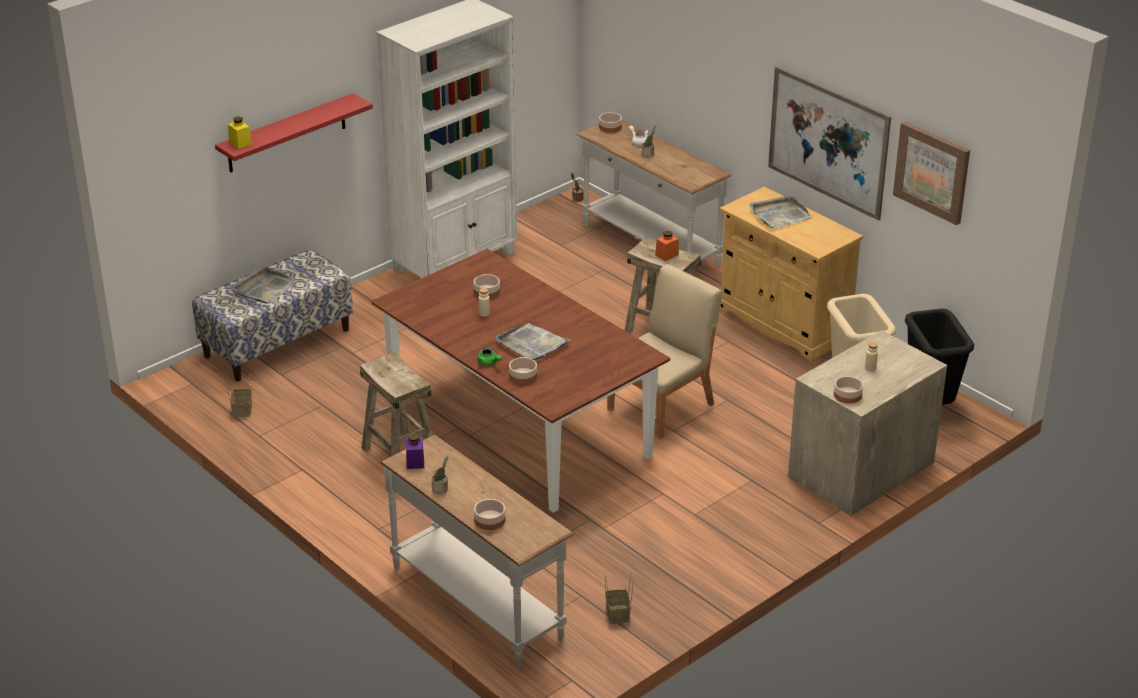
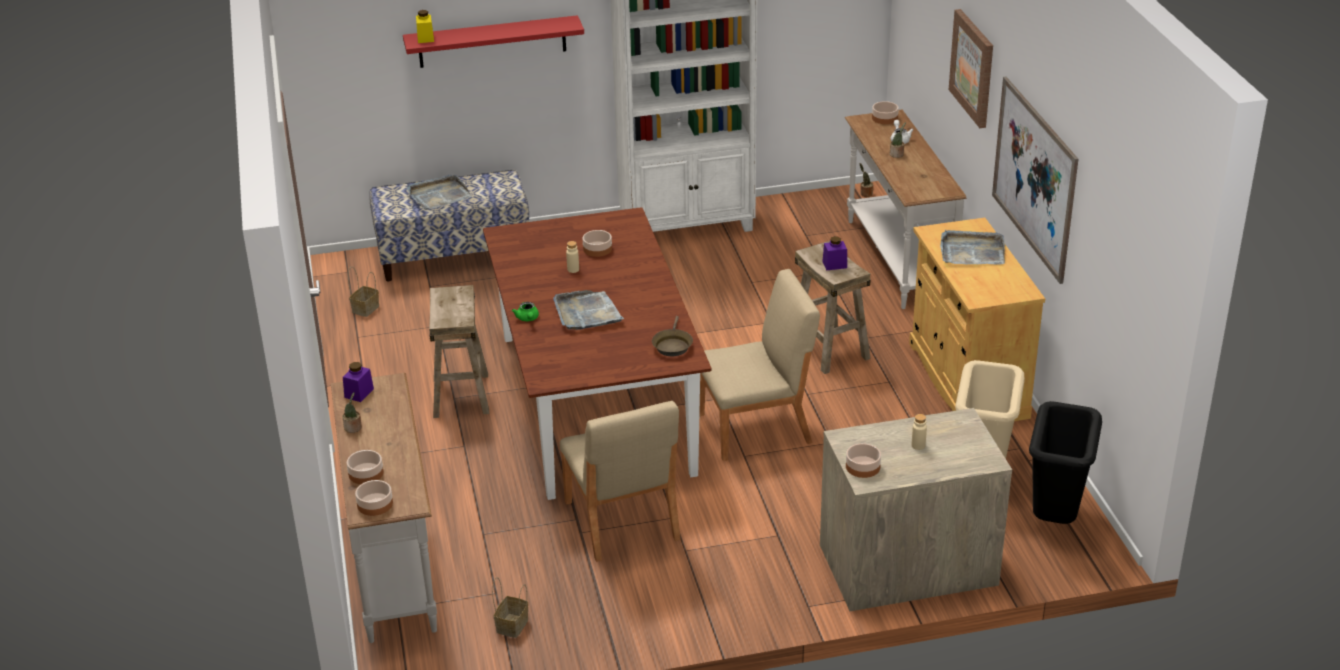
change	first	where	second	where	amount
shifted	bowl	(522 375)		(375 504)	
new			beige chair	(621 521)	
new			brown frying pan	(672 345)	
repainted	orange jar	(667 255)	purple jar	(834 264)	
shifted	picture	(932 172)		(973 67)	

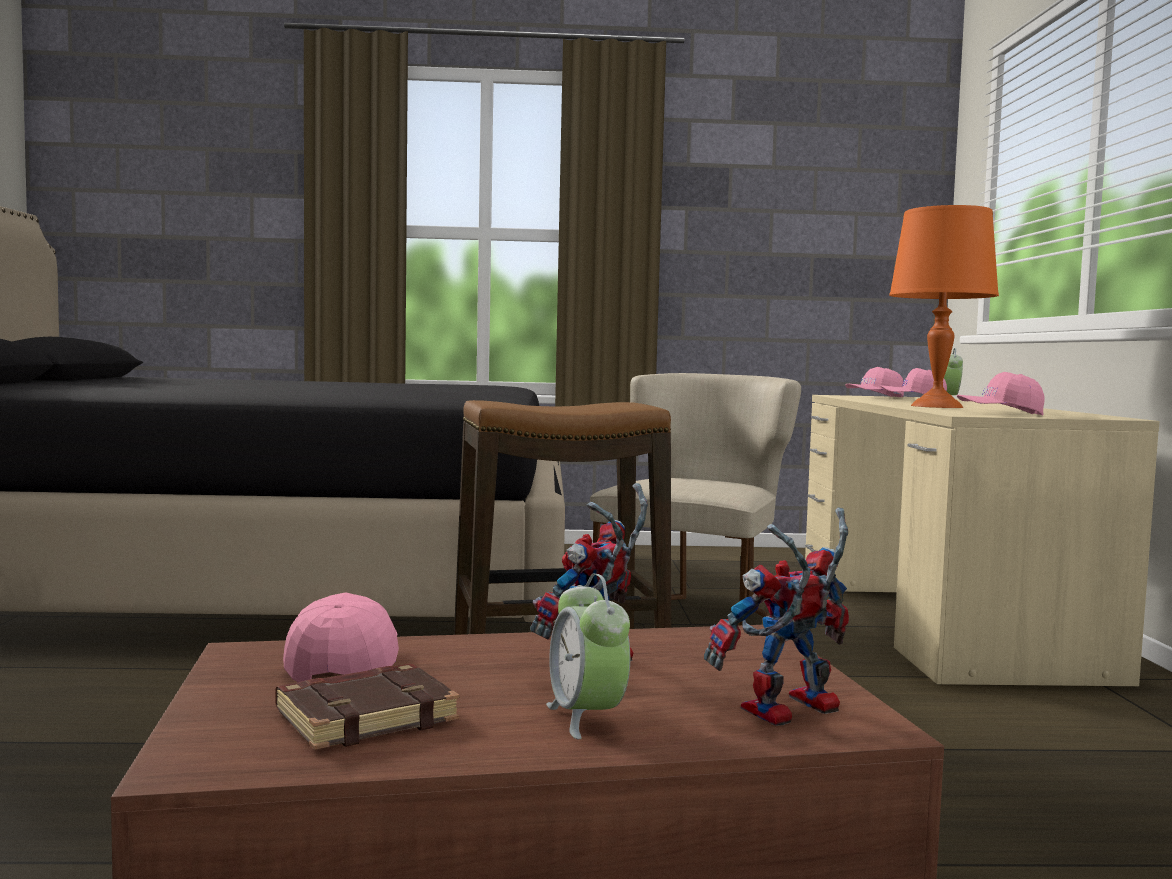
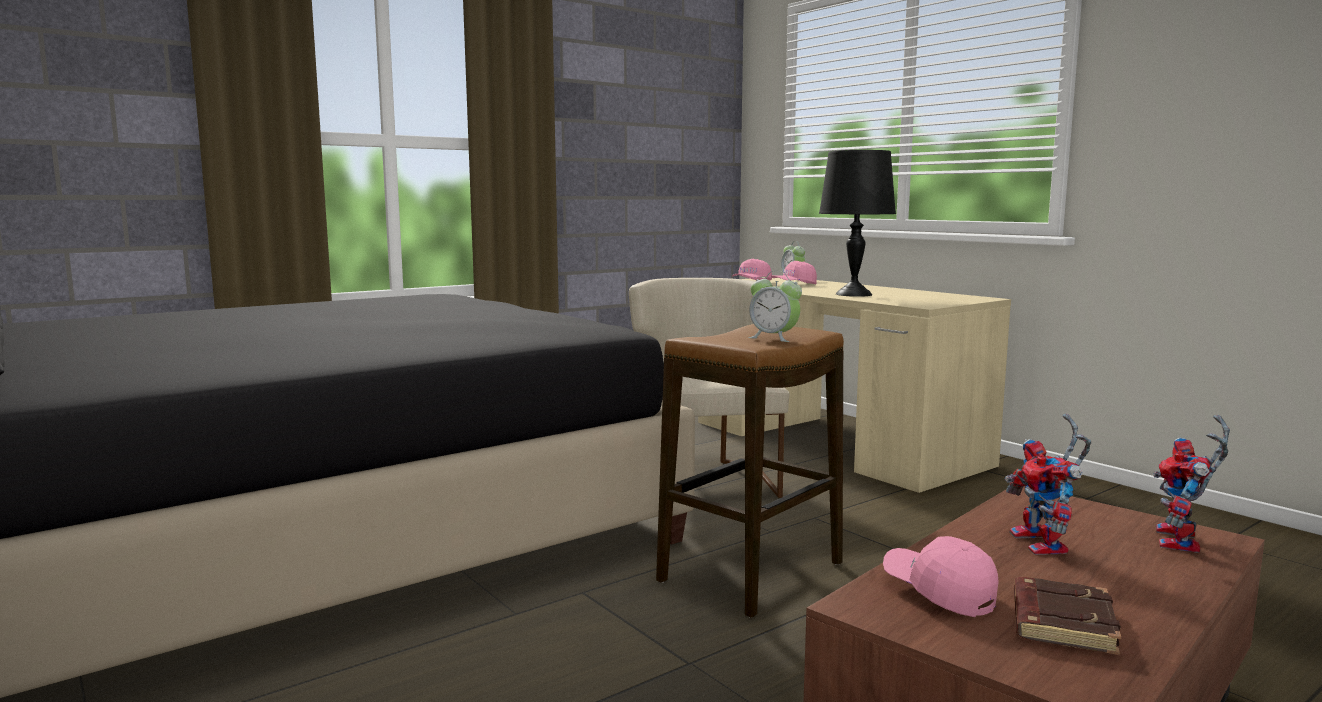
change	first	where	second	where	amount
shifted	alarm clock	(586 717)		(774 338)	
repainted	orange table lamp	(936 406)	black table lamp	(853 294)	
gone	pink cap	(1000 414)			

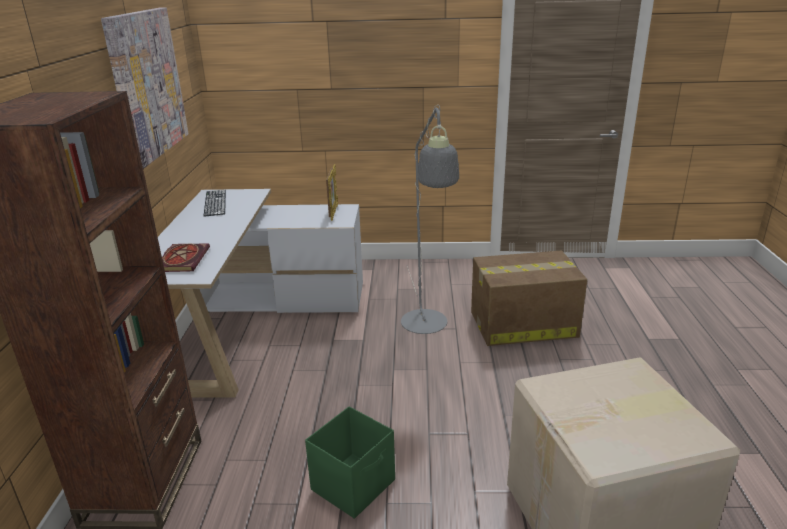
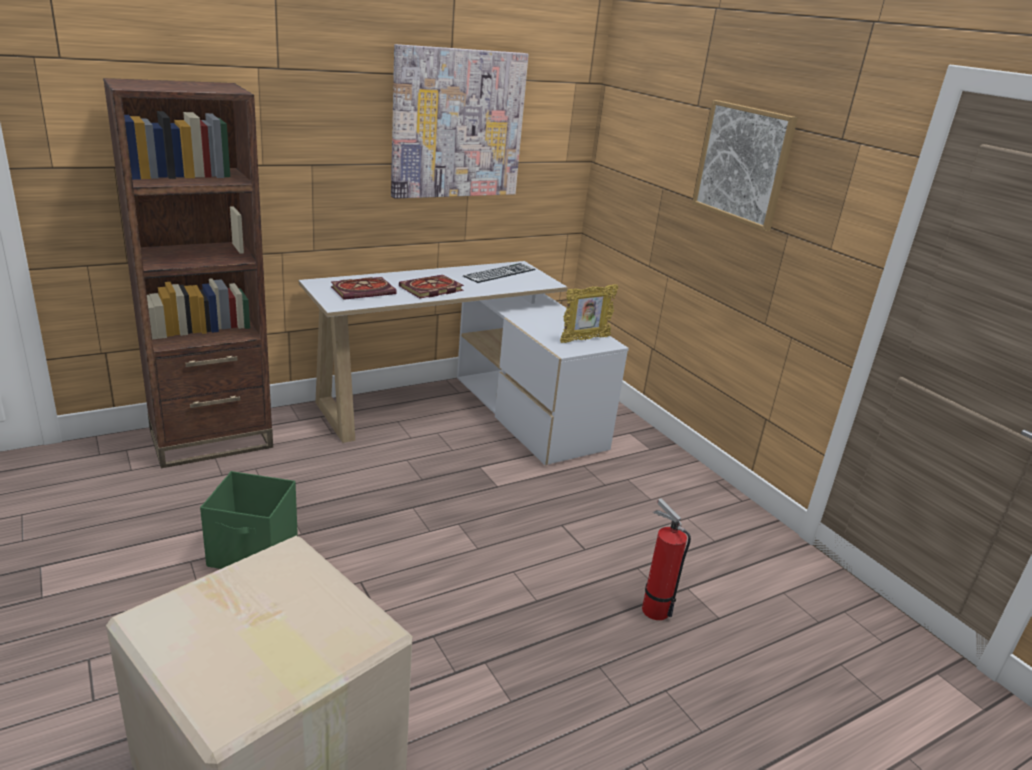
change	first	where	second	where	amount
new			book	(430 289)	
swapped	cardboard box	(521 324)	fire extinguisher	(652 608)	
new			picture	(743 164)	
gone	grey floor lamp	(426 328)			

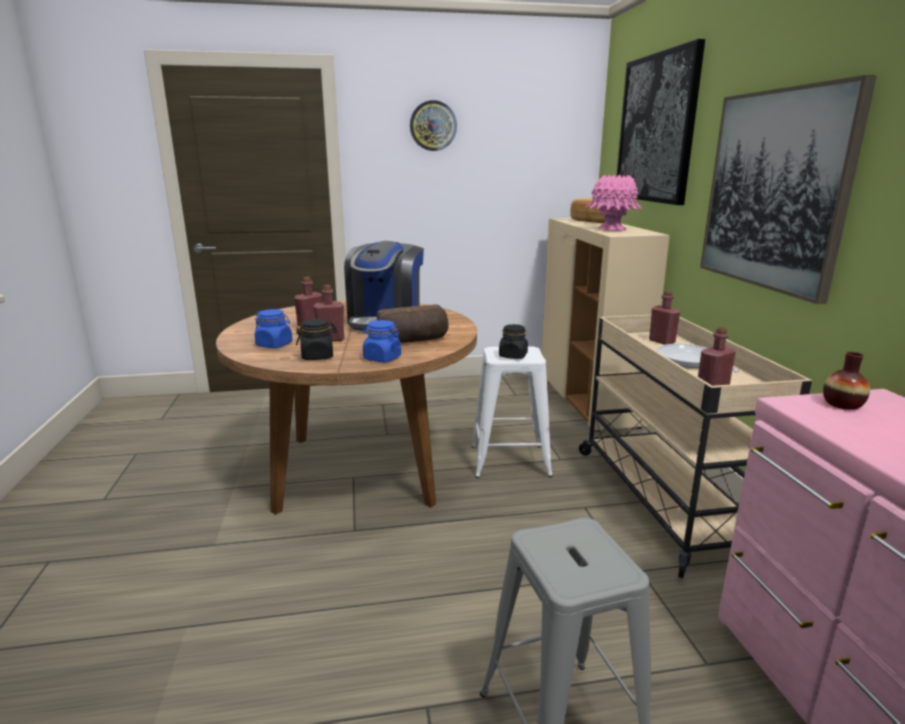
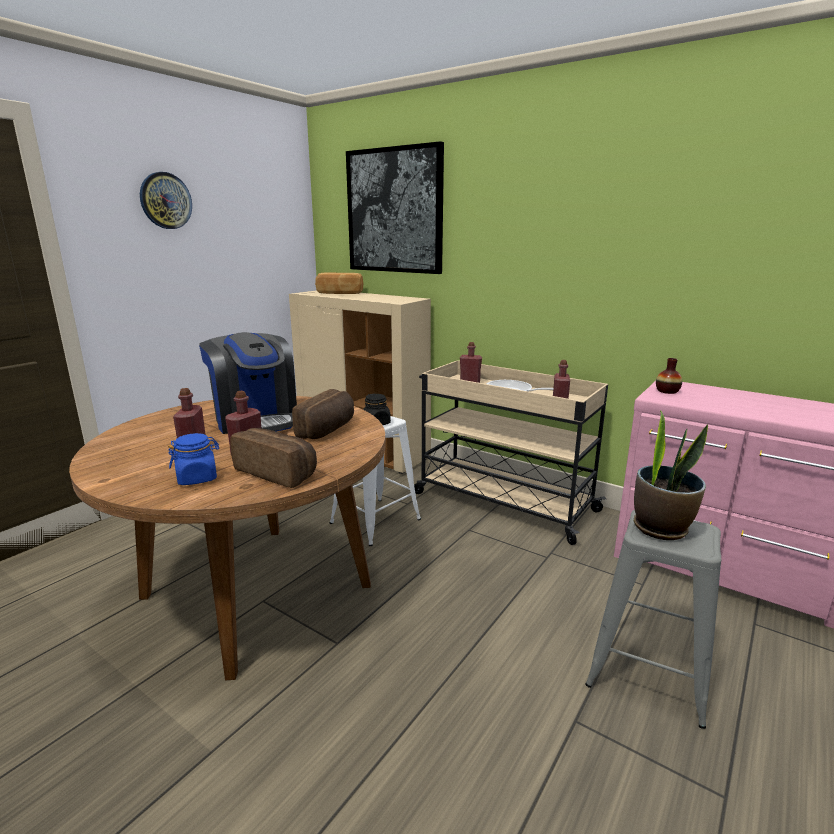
change	first	where	second	where	amount
swapped	black jar	(318 356)	bread	(278 472)	
new			potted plant	(661 528)	
gone	blue jar	(382 358)			
gone	pink vase	(611 229)			
gone	picture	(775 190)			

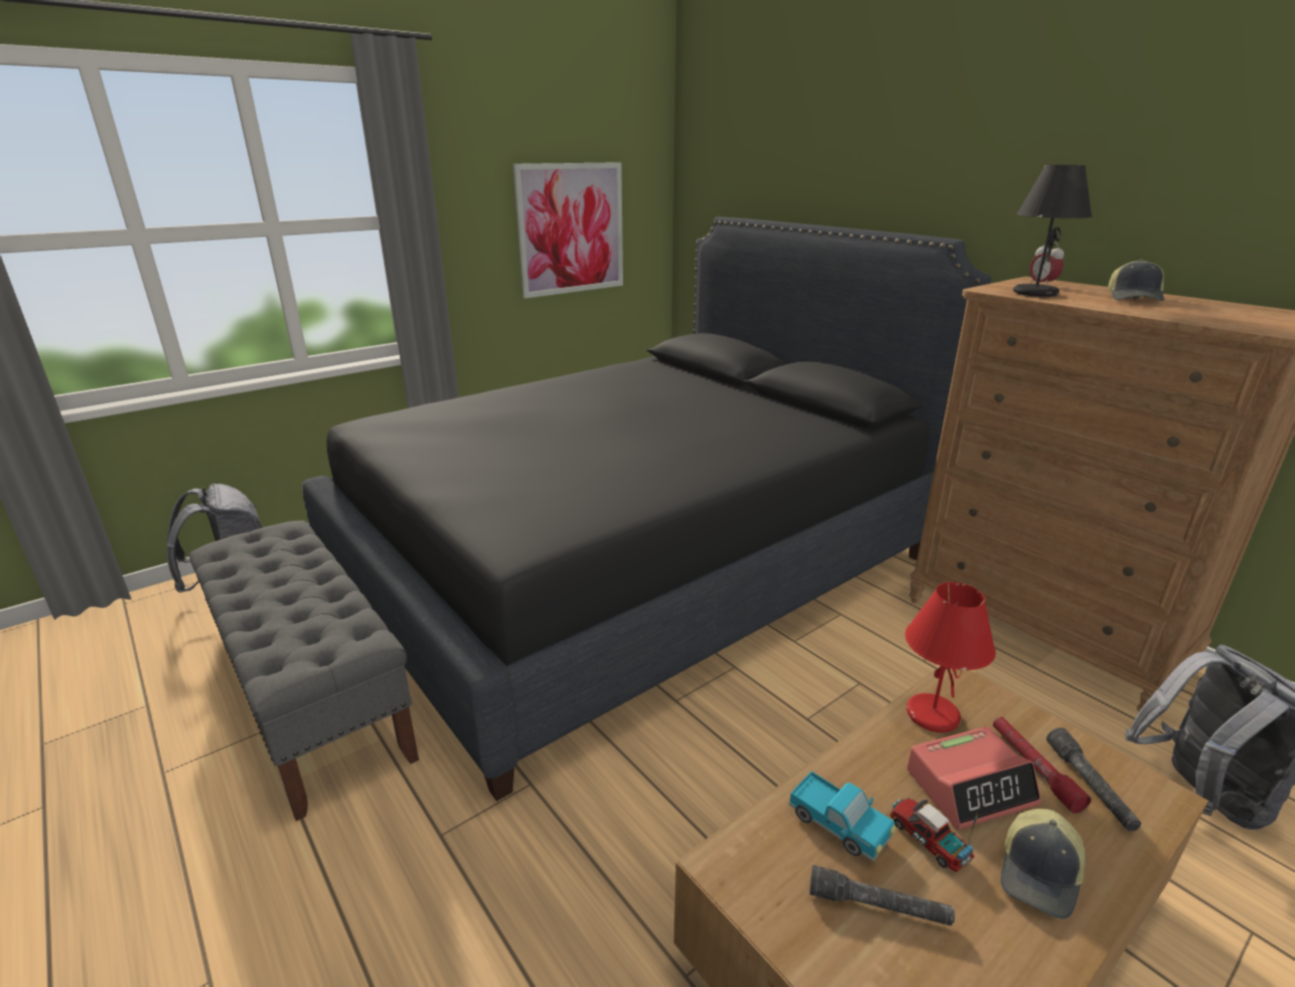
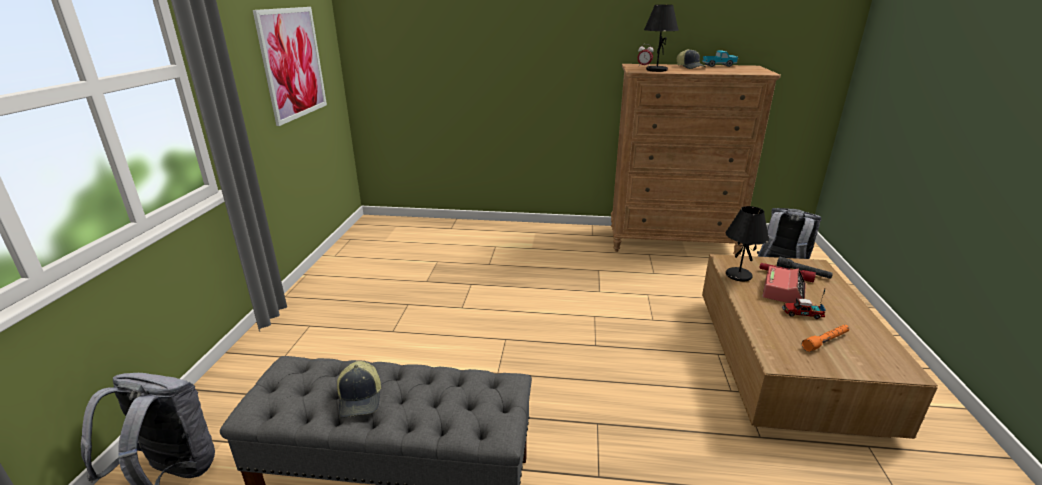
change	first	where	second	where	amount
shifted	cap	(1040 874)		(361 398)	
shifted	toy truck	(839 827)		(719 65)	
repainted	red table lamp	(931 715)	black table lamp	(738 276)	
repainted	grey flashlight	(878 906)	orange flashlight	(825 341)	
gone	black bed	(636 565)			

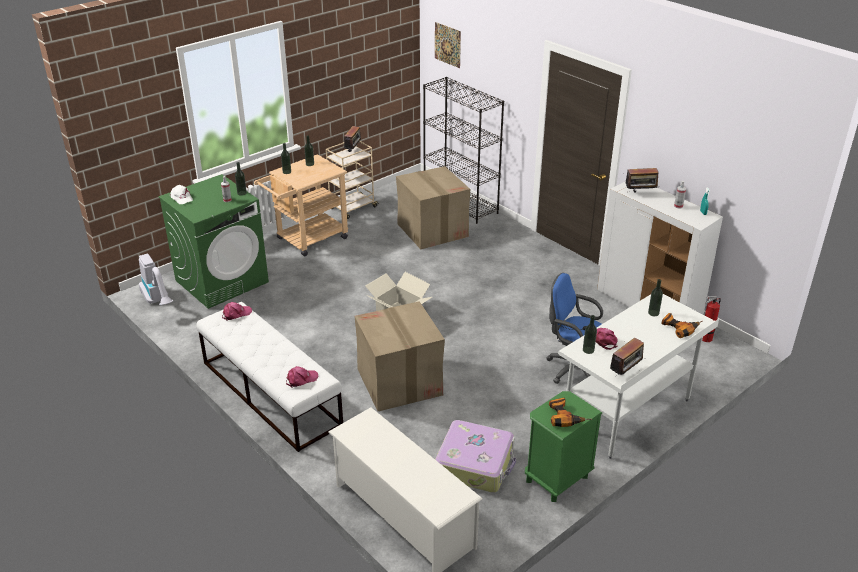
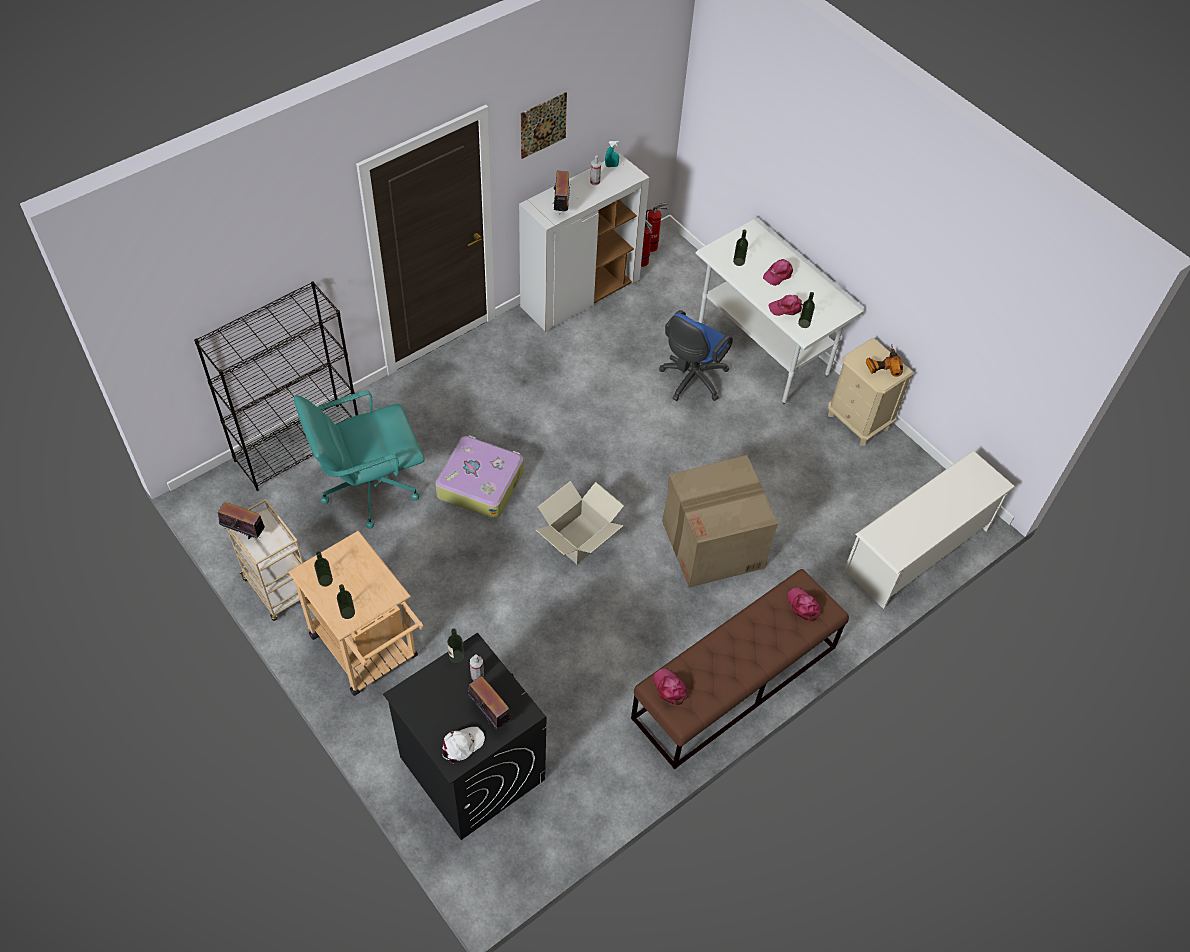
change	first	where	second	where	amount
swapped	cardboard box	(432 230)	turquoise office chair	(368 487)	
repainted	green washing machine	(222 281)	black washing machine	(471 767)	
shifted	suitcase	(475 464)		(480 483)	
shifted	radio	(625 372)		(490 712)	
shifted	picture	(447 45)		(543 125)	
repainted	white bench	(270 393)	brown bench	(734 683)	
new			fire extinguisher	(653 246)	
new			pink cap	(778 274)	
repainted	green nightstand	(557 479)	beige nightstand	(858 421)	
gone	vacuum cleaner	(158 301)			
gone	power drill	(679 327)			

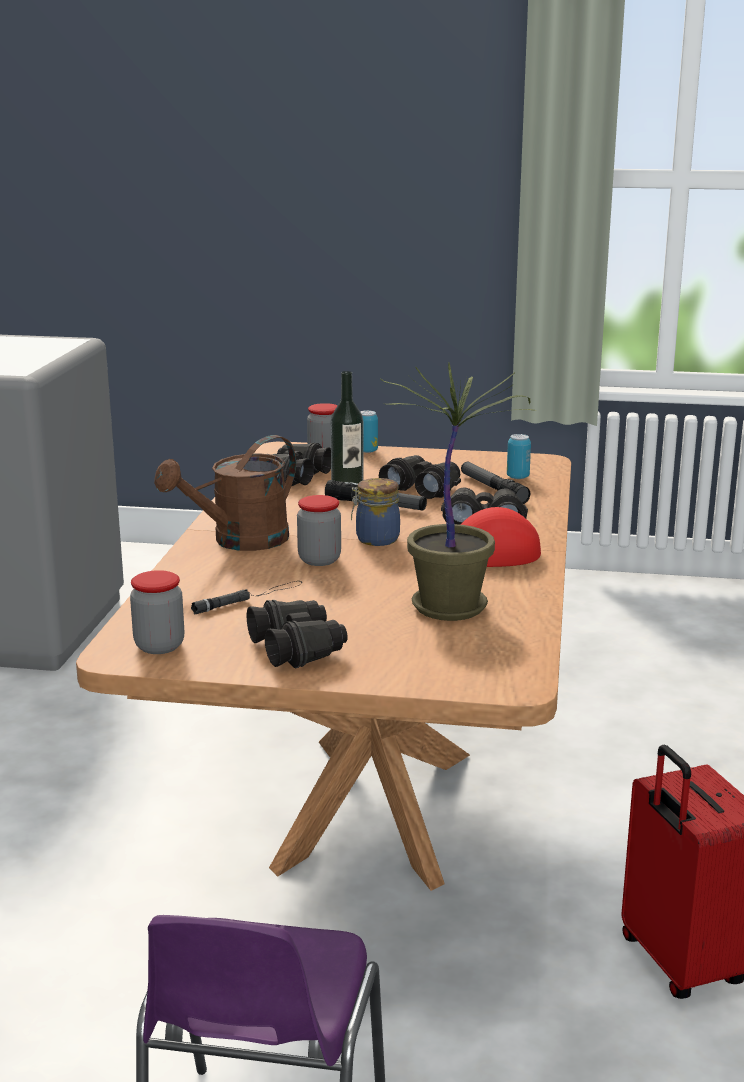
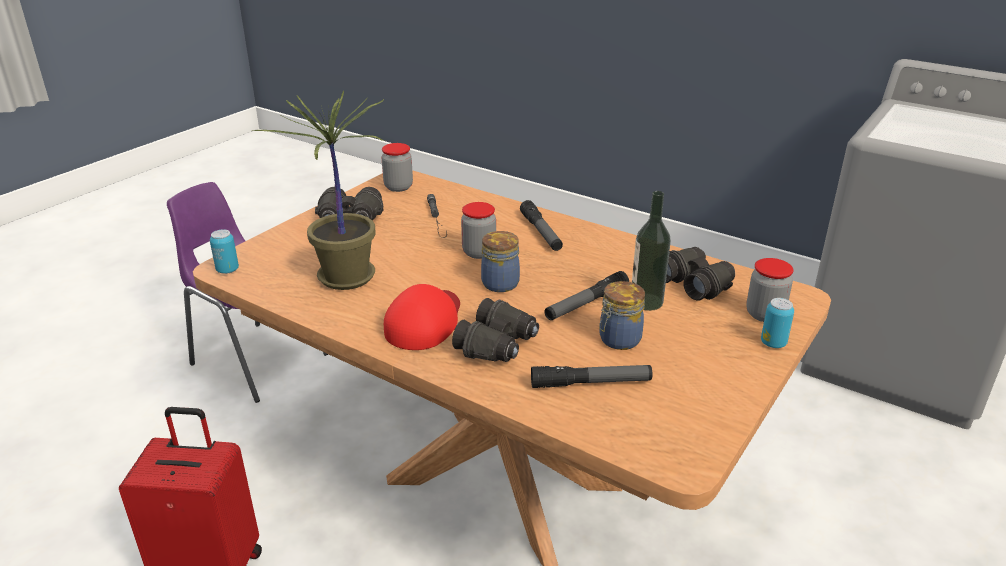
change	first	where	second	where	amount
shifted	can	(517 477)		(227 270)	
swapped	brown watering can	(240 542)	flashlight	(541 232)	
swapped	black binoculars	(422 489)	jar	(618 340)	

